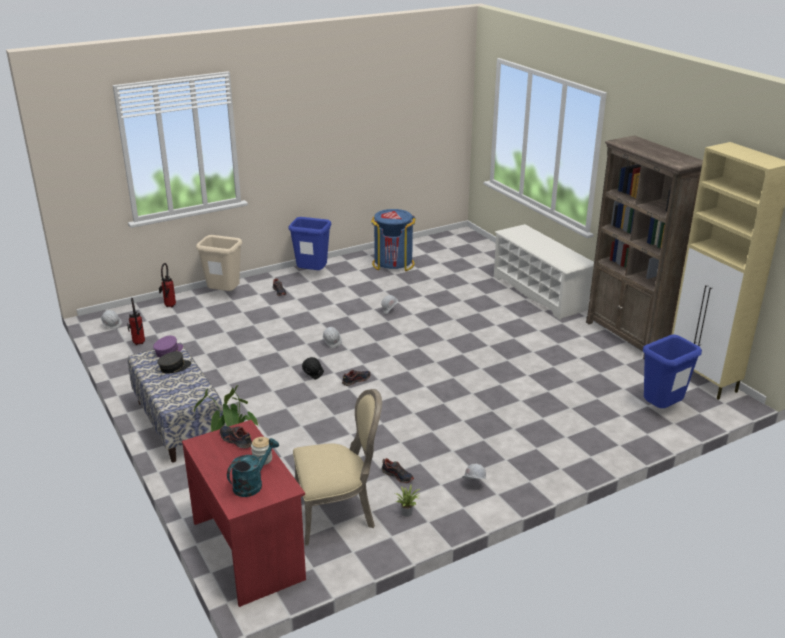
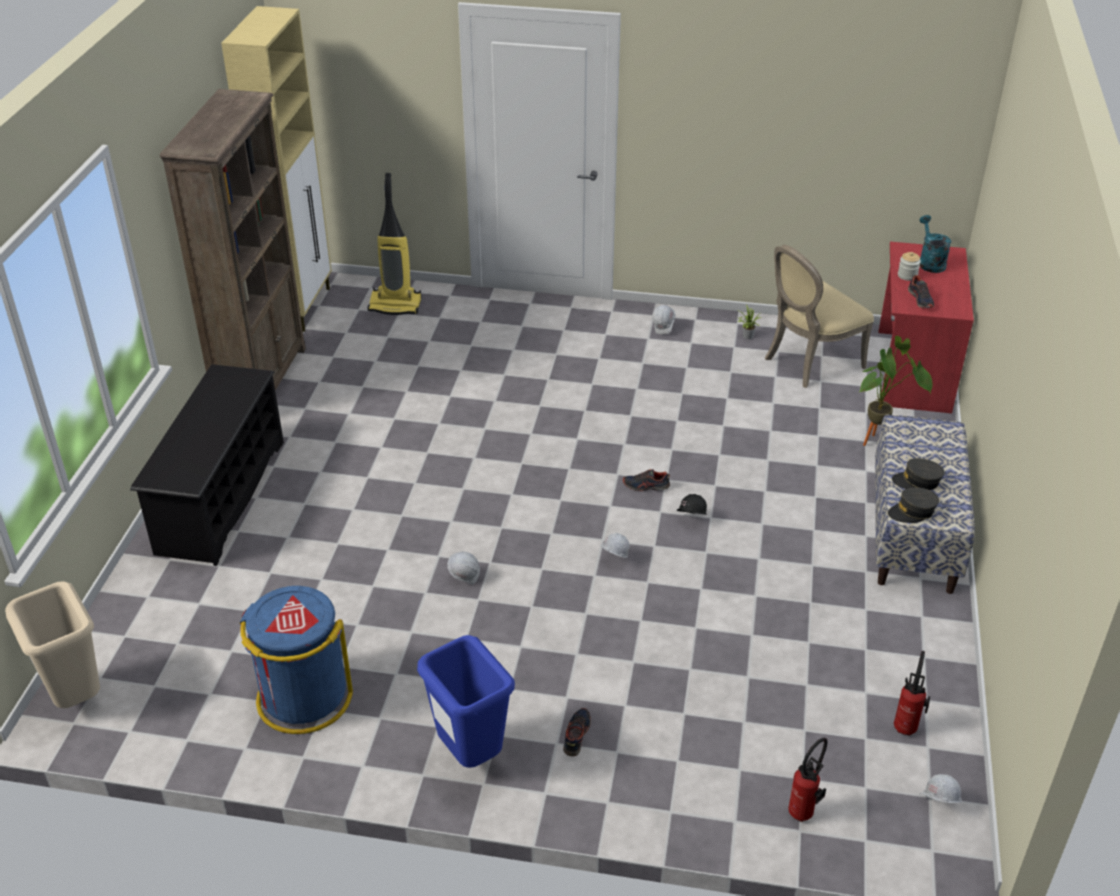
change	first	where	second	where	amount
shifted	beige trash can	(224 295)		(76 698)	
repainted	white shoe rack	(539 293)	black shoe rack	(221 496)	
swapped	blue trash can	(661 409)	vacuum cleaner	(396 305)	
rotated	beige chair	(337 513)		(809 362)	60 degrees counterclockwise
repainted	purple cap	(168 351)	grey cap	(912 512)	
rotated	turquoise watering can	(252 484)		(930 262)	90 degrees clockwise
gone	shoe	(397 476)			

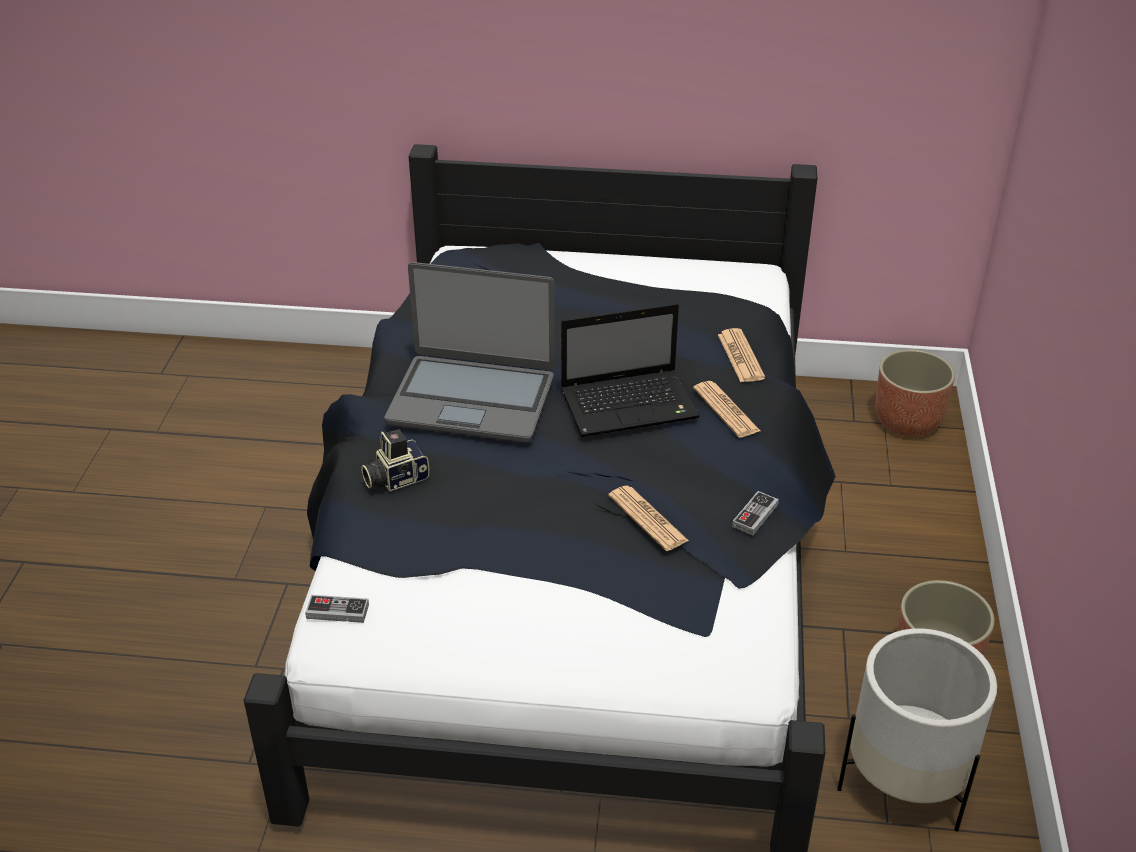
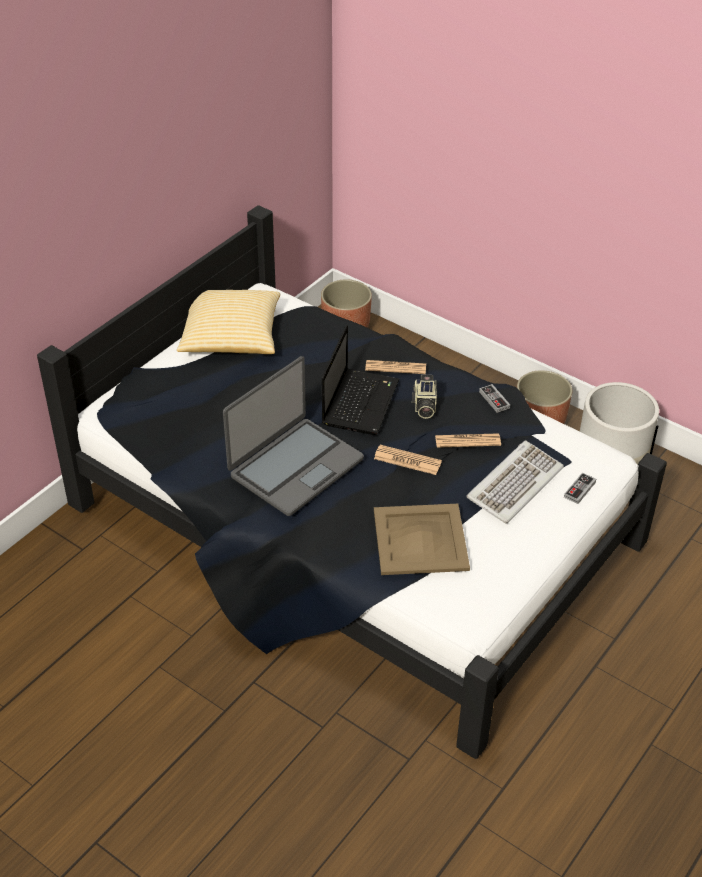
change	first	where	second	where	amount
new			pillow	(231 336)	
shifted	newspaper	(740 356)		(407 460)	
new			beige tray	(419 540)	
shifted	photo camera	(395 478)		(424 406)	
new			keyboard	(514 484)	
shifted	game controller	(337 611)		(579 490)	

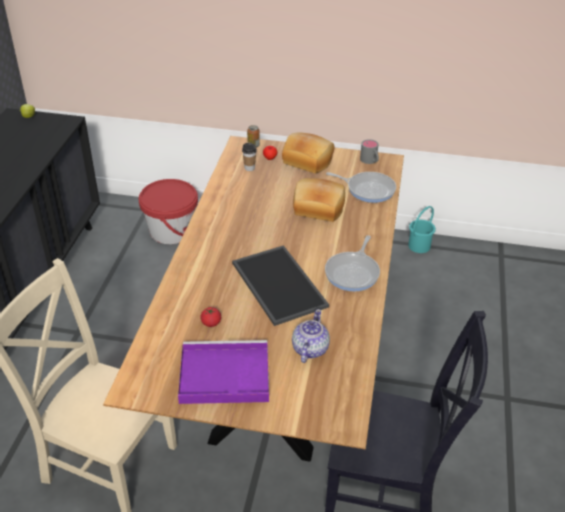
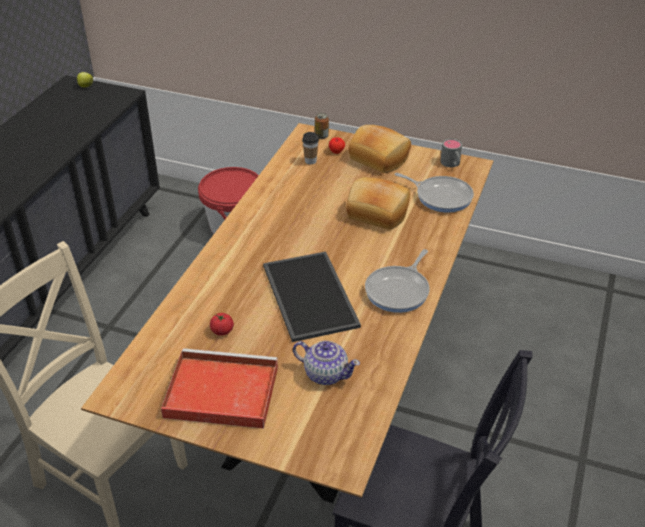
change	first	where	second	where	amount
repainted	purple tray	(222 375)	red tray	(219 392)	
rotated	teapot	(309 349)		(325 373)	90 degrees clockwise
gone	turquoise bucket	(418 246)			

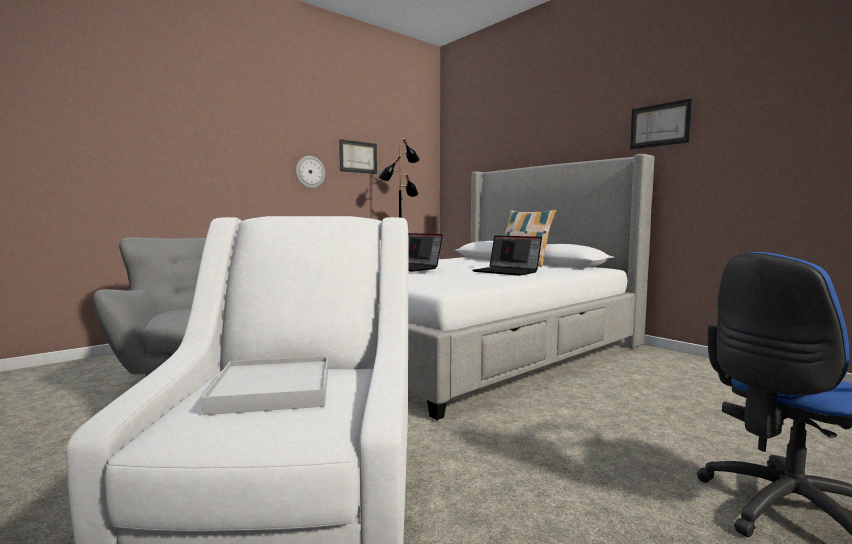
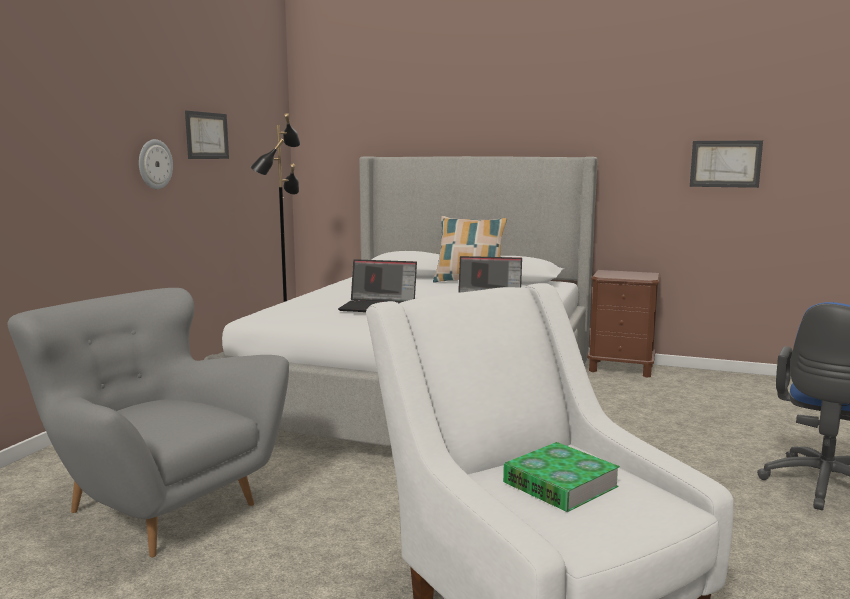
change	first	where	second	where	amount
swapped	white tray	(273 390)	book	(560 484)	
new			brown nightstand	(621 368)	
shifted	picture	(660 125)		(725 164)	

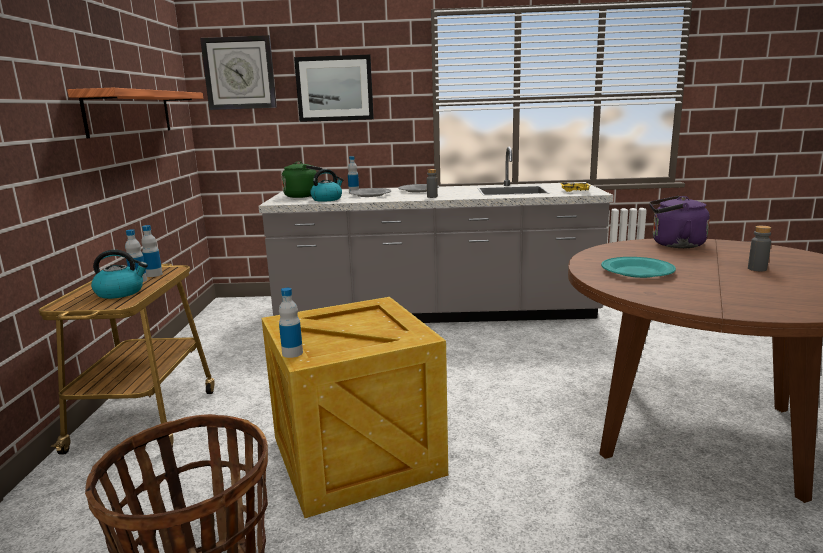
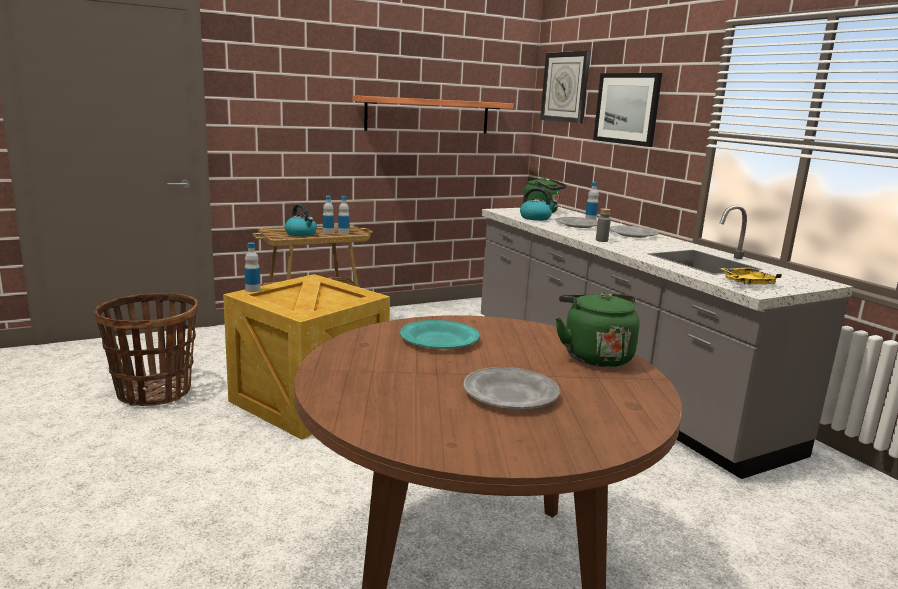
change	first	where	second	where	amount
swapped	grey bottle	(757 269)	grey plate	(510 393)	
repainted	purple kettle	(674 245)	green kettle	(594 356)	

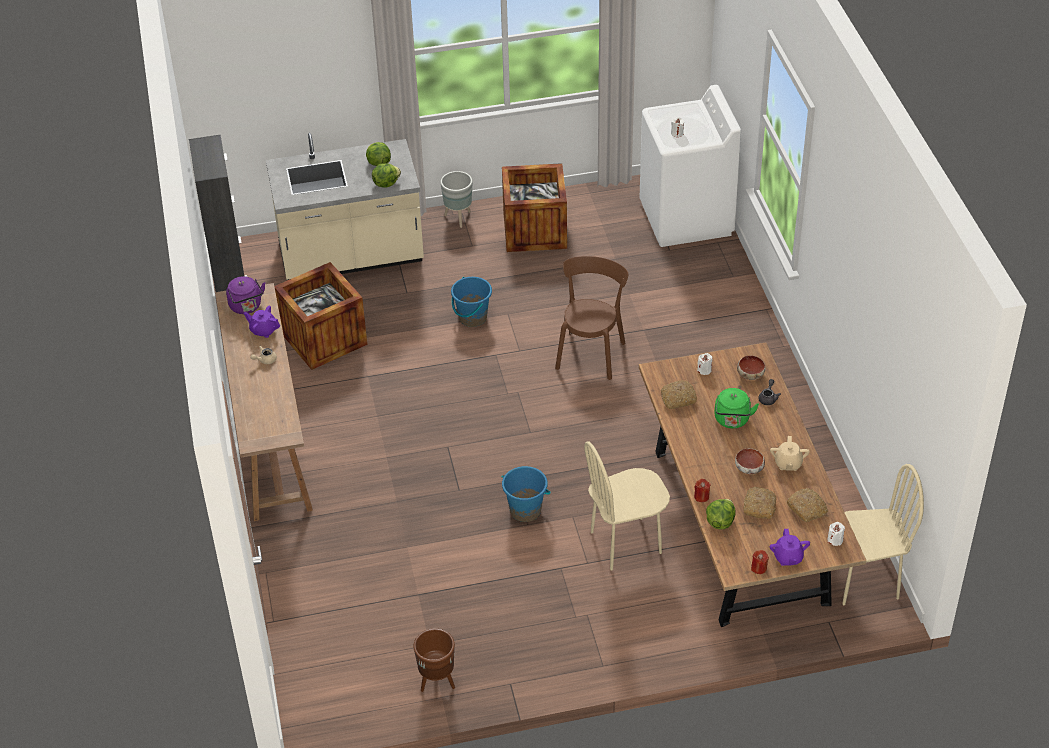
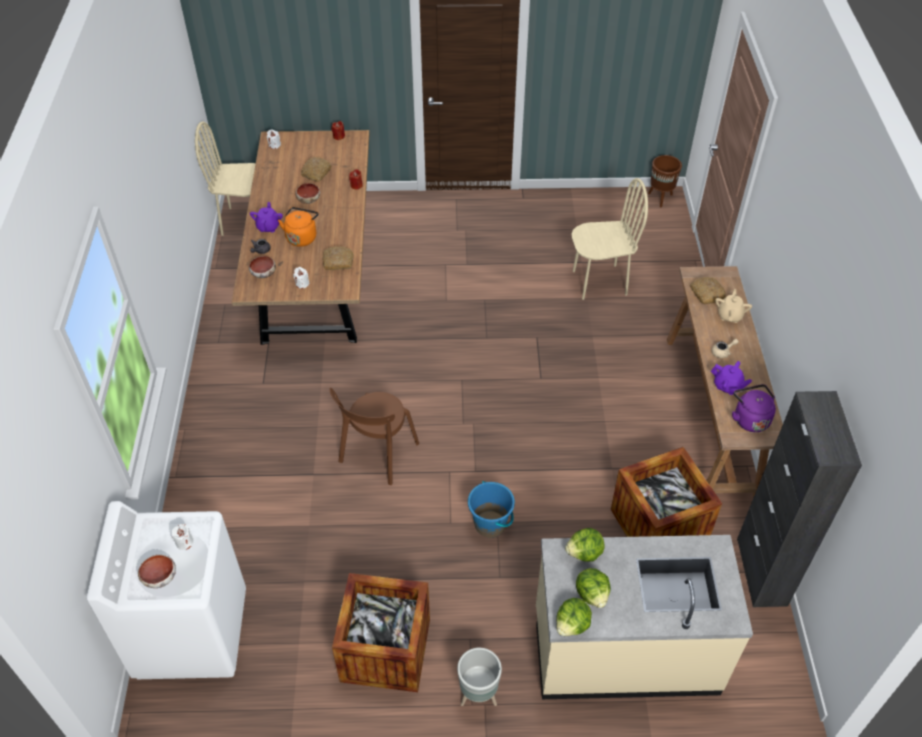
change	first	where	second	where	amount
new			bowl	(160 577)	
shifted	purple teapot	(788 558)		(268 226)	
repainted	green kettle	(732 421)	orange kettle	(302 237)	
shifted	lettuce	(720 522)		(572 625)	
shifted	beige chair	(626 543)		(599 282)	
shifted	brown planter	(437 682)		(660 198)	
shifted	bread	(807 509)		(706 294)	
shifted	beige teapot	(788 464)		(730 315)	
gone	blue bucket	(525 510)			

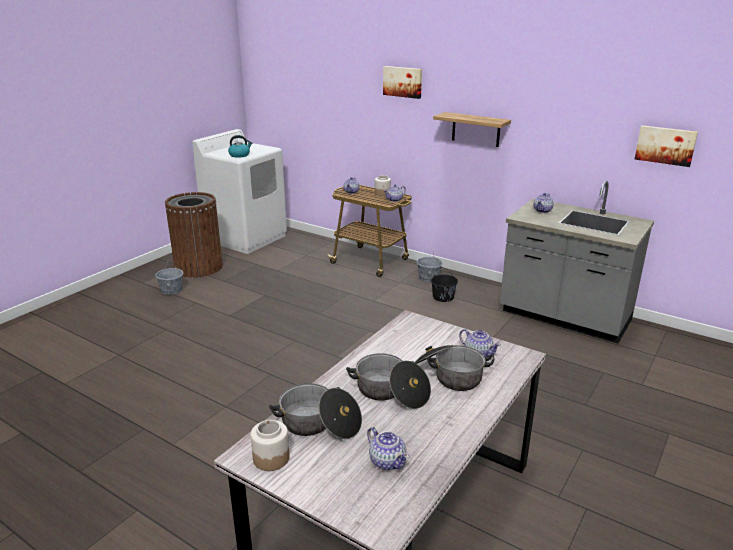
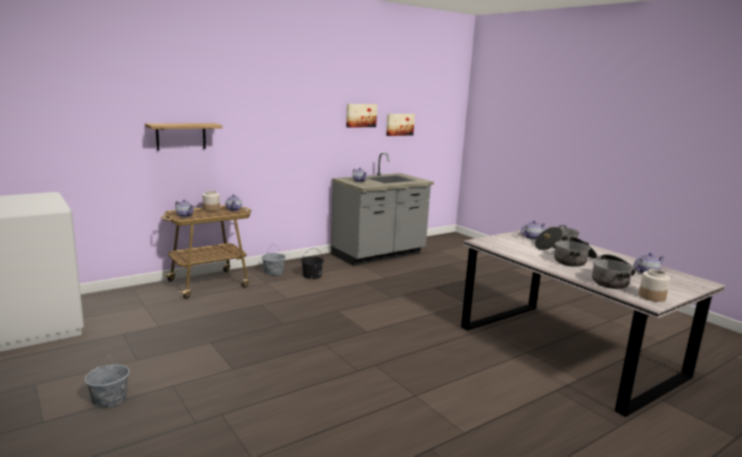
change	first	where	second	where	amount
shifted	shelf	(476 129)		(181 136)	
shifted	picture	(403 82)		(360 115)	
gone	brown trash can	(198 267)			
gone	kettle	(240 155)			

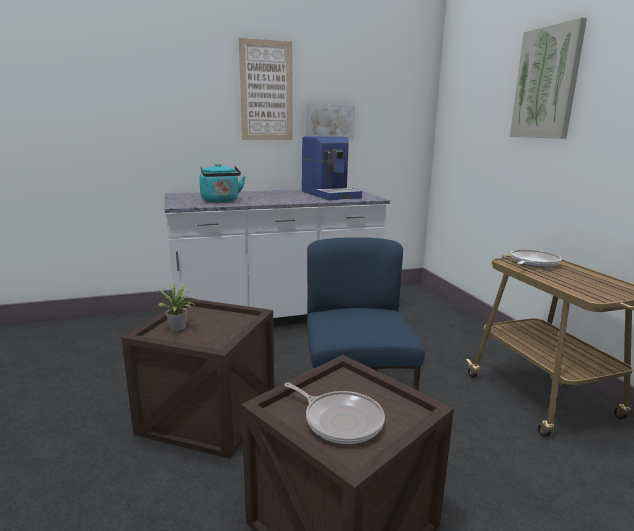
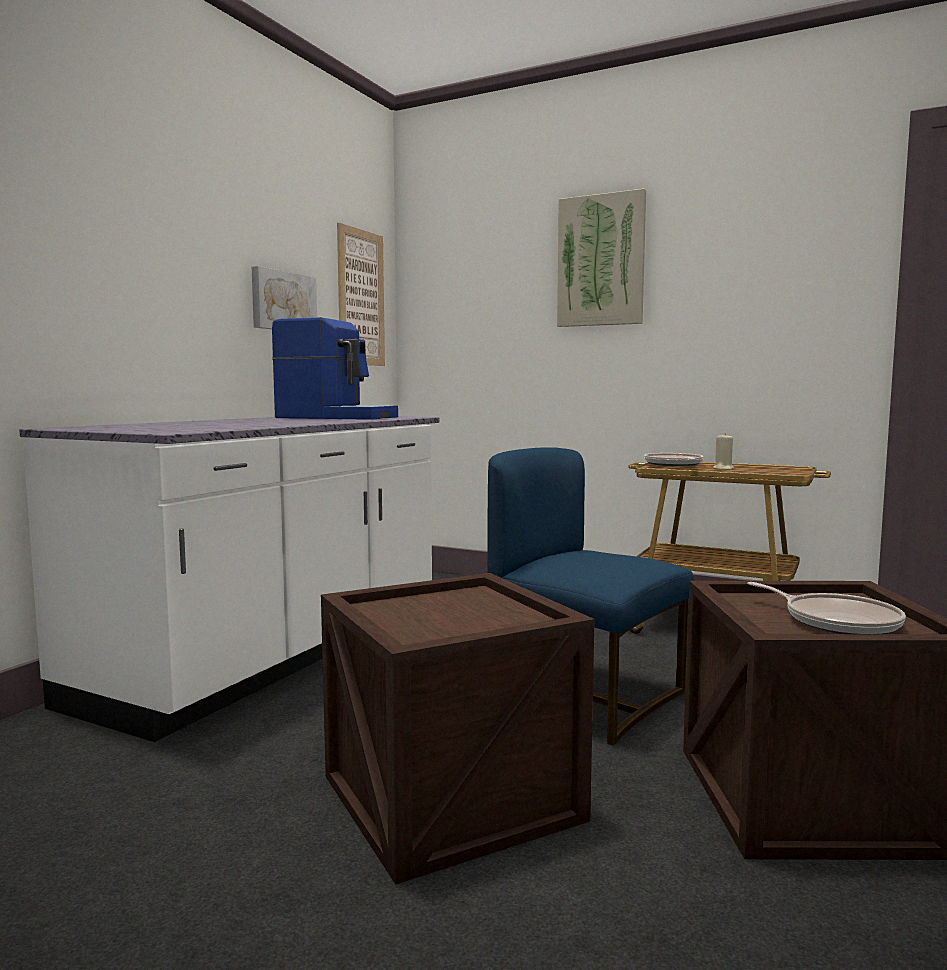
change	first	where	second	where	amount
shifted	picture	(266 91)		(361 298)	
new			beige candle	(723 469)	
rotated	frying pan	(340 420)		(836 621)	60 degrees clockwise
gone	potted plant	(178 328)			
gone	turquoise kettle	(221 201)			

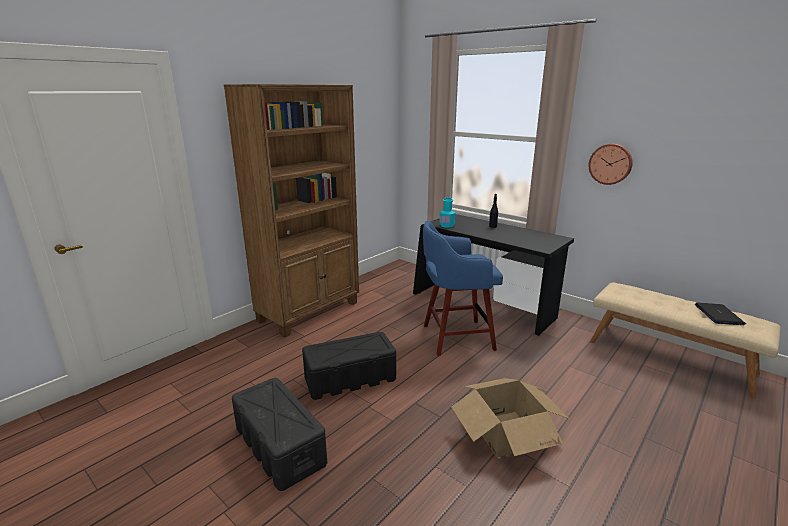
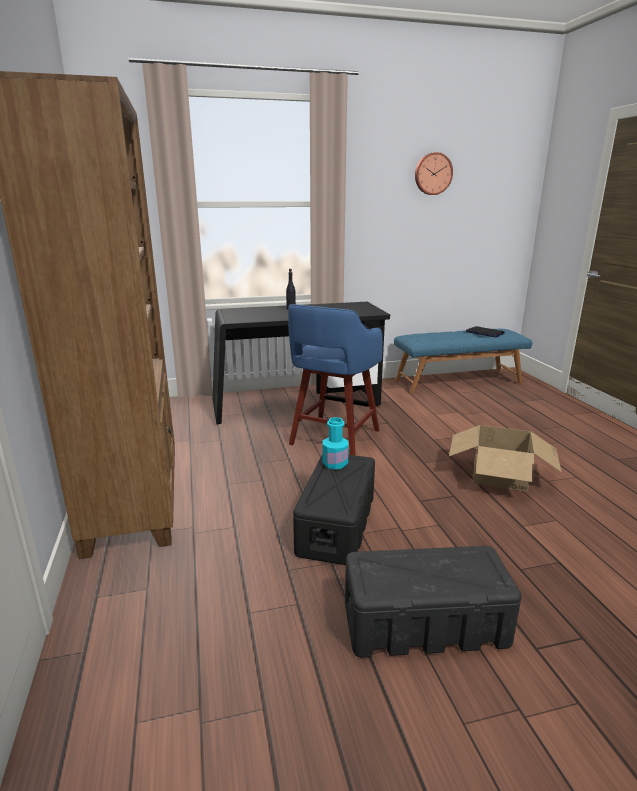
change	first	where	second	where	amount
shifted	turquoise bottle	(447 225)		(335 463)	
repainted	beige bench	(669 356)	blue bench	(457 381)	
shifted	wall clock	(610 164)		(432 174)	

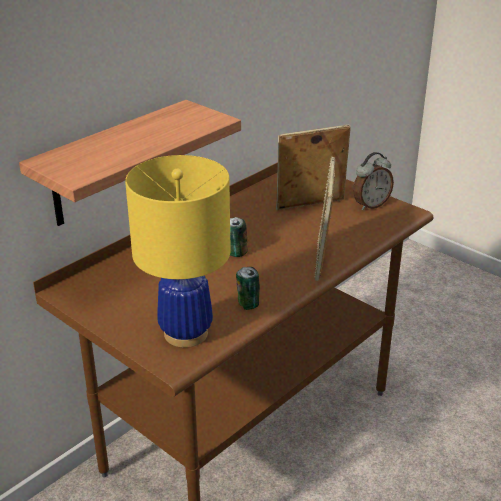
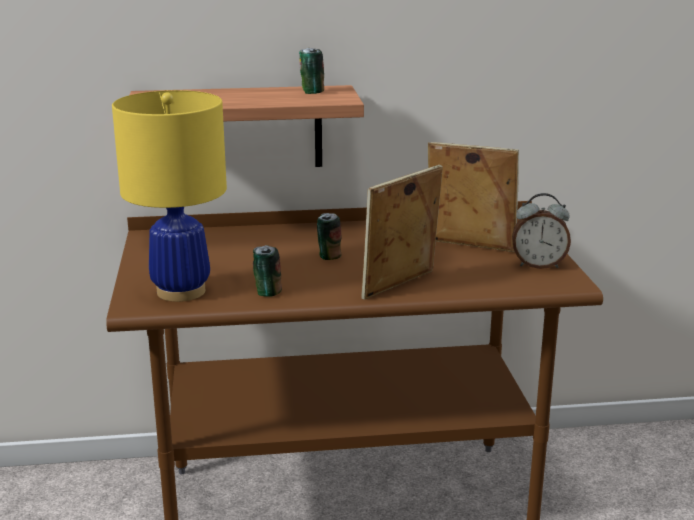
change	first	where	second	where	amount
new			can	(311 92)	

